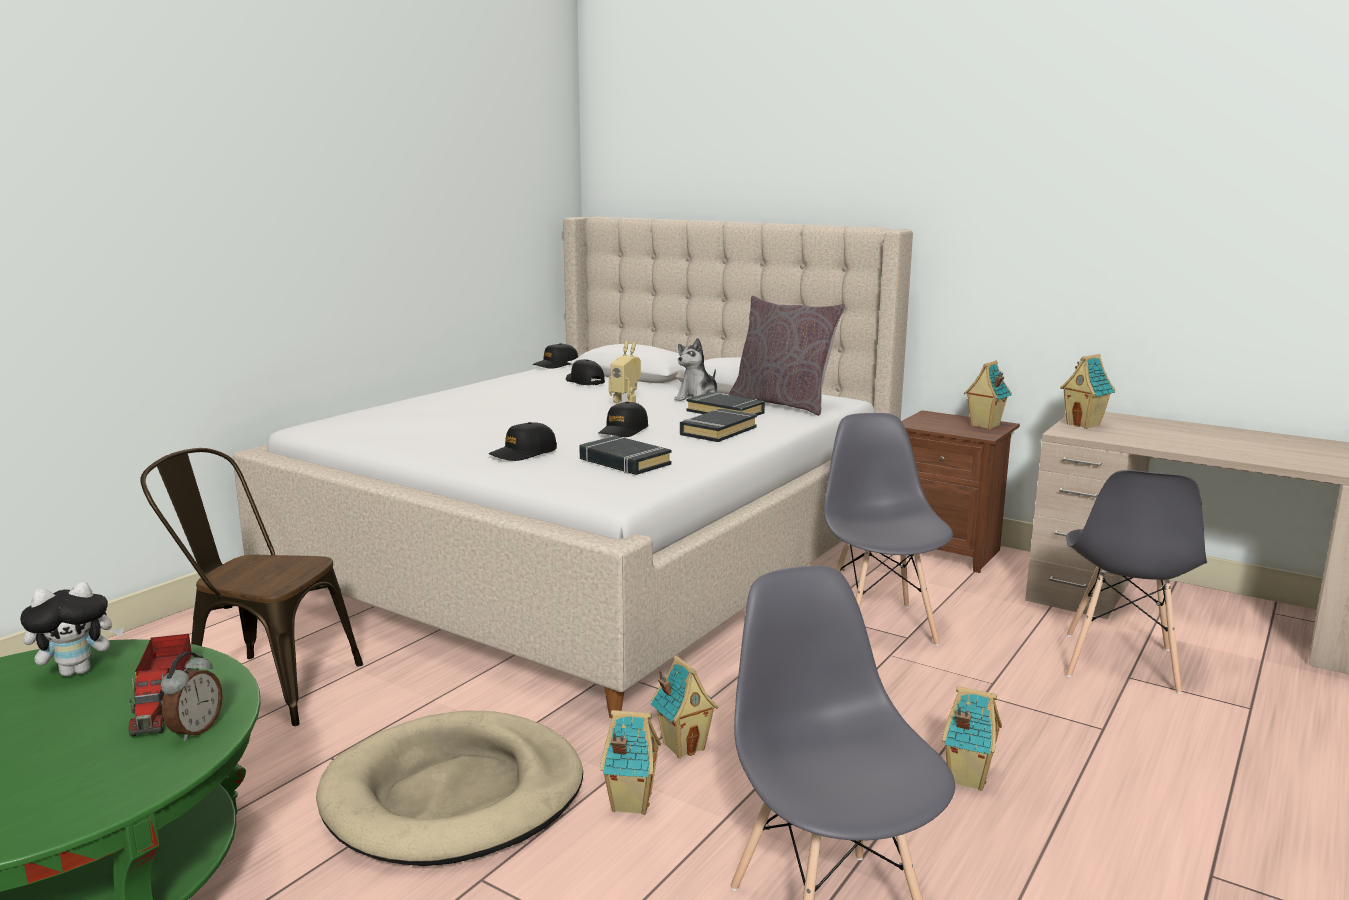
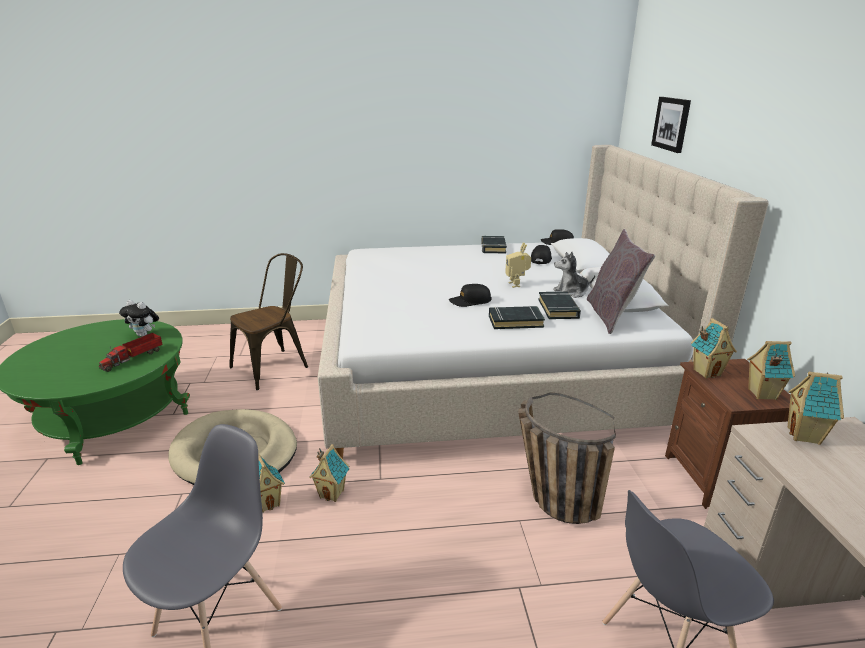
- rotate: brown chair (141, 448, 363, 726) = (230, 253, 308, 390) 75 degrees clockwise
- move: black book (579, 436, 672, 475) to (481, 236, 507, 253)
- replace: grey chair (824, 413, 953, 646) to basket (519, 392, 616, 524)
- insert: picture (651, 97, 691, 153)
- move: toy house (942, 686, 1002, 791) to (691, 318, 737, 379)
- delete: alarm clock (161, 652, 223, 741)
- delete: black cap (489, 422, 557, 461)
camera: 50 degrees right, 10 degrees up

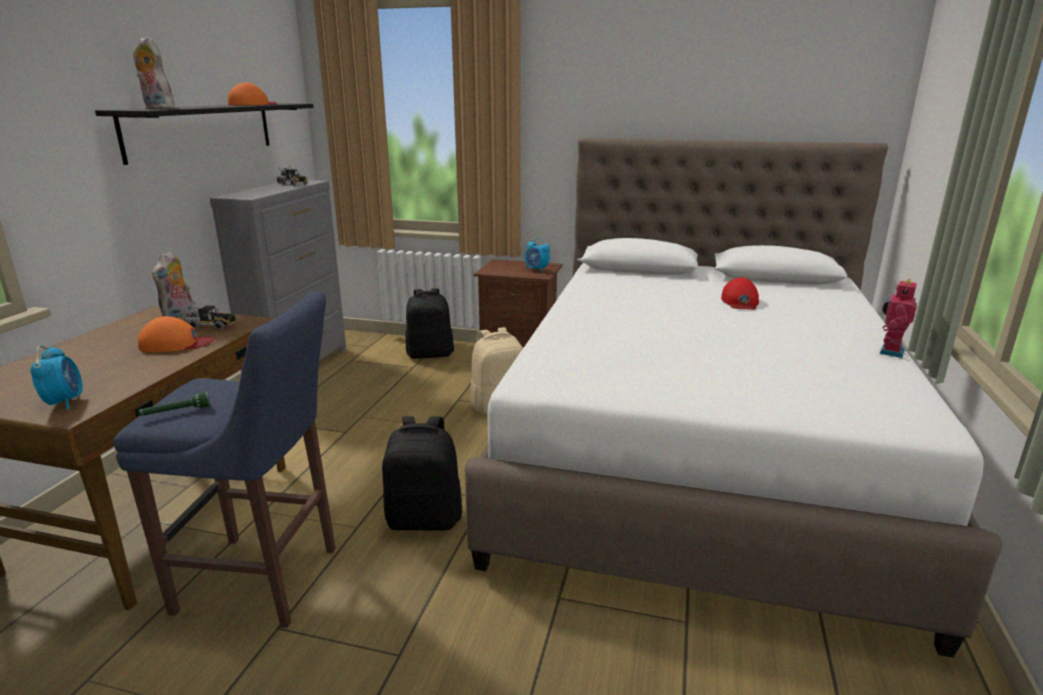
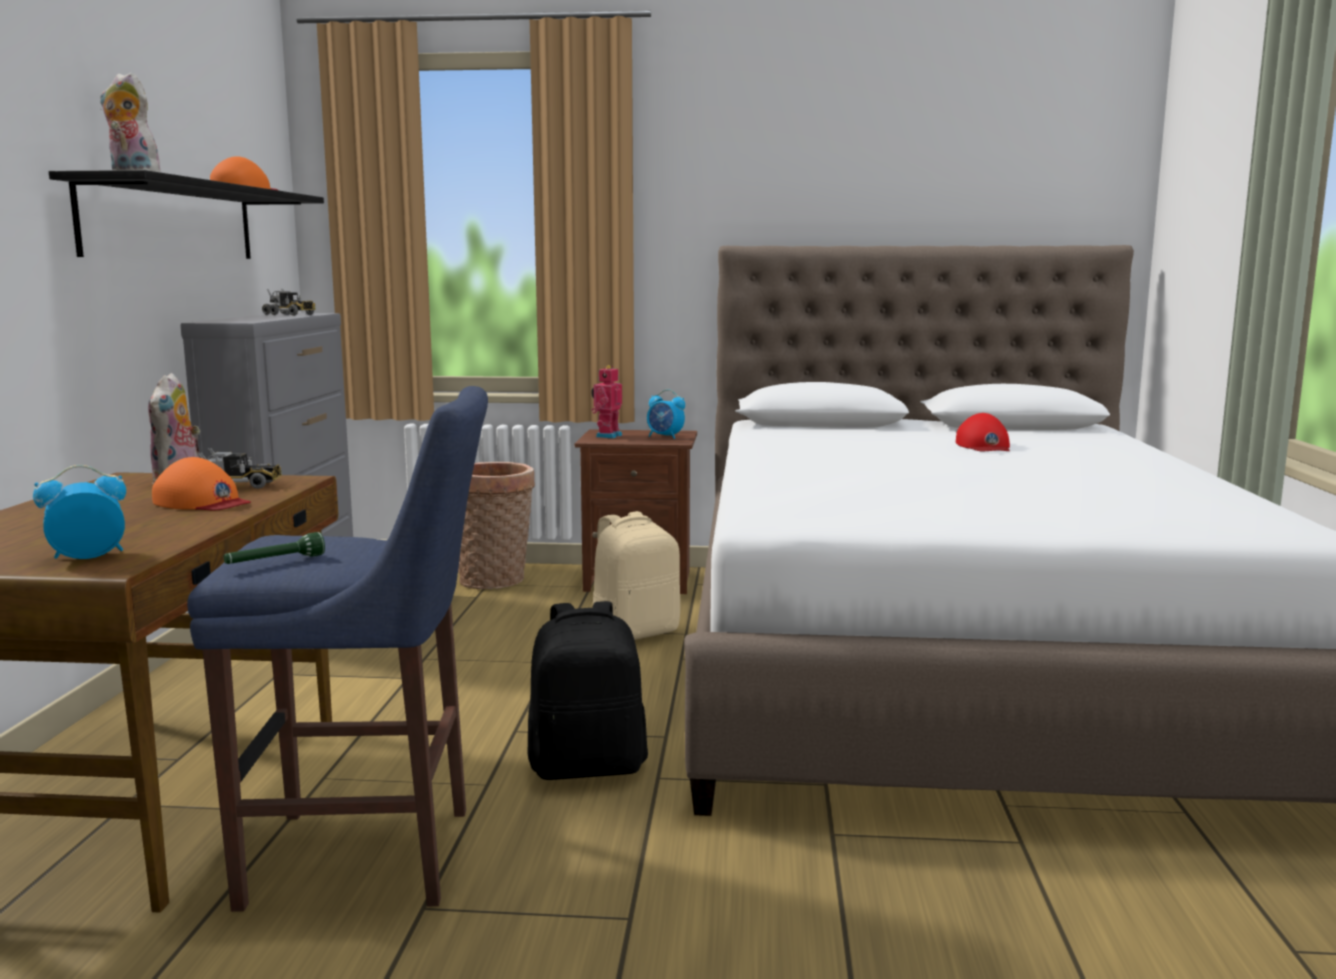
- rotate: alarm clock (30, 345, 83, 410) = (33, 465, 126, 559) 90 degrees counterclockwise
- rotate: orange cap (138, 316, 215, 353) = (152, 457, 251, 510) 45 degrees clockwise
- replace: black backpack (405, 288, 454, 359) to basket (458, 462, 535, 589)
- move: toy robot (879, 279, 917, 358) to (591, 365, 622, 438)
camera: 10 degrees left, 10 degrees down

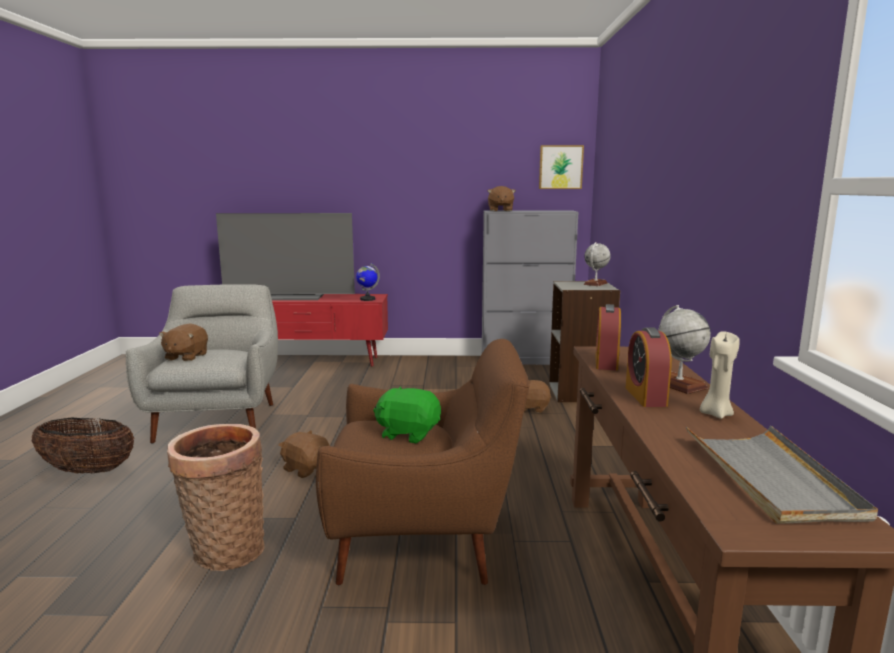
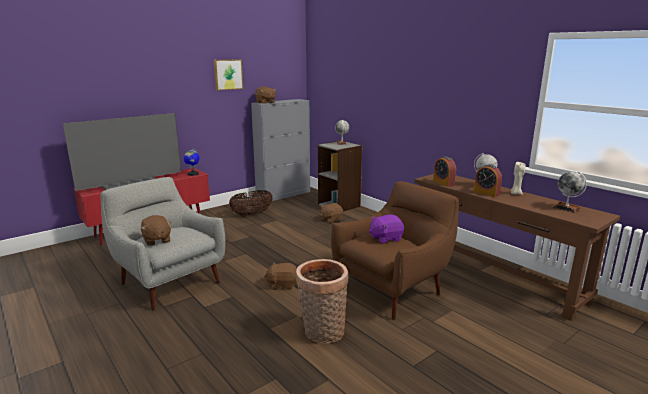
- move: picture (539, 145, 584, 189) to (214, 59, 243, 91)
- move: basket (31, 417, 135, 473) to (229, 190, 273, 215)
- recolor: green plush toy (373, 386, 441, 443) to purple plush toy (369, 215, 404, 244)
- replace: grey tray (686, 426, 878, 524) to globe (552, 172, 587, 213)
camera: 40 degrees left, 5 degrees up

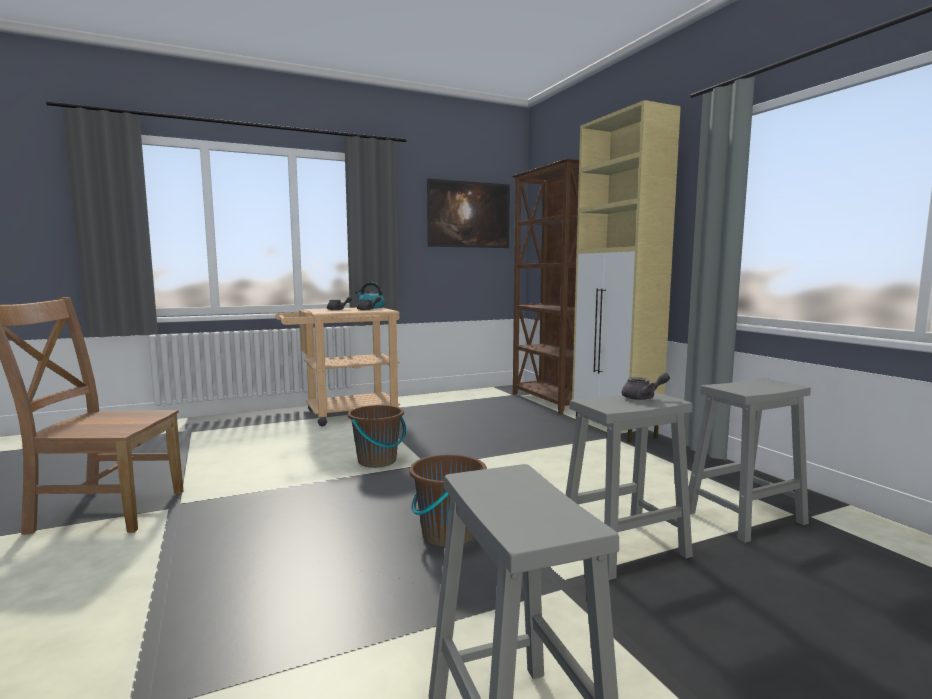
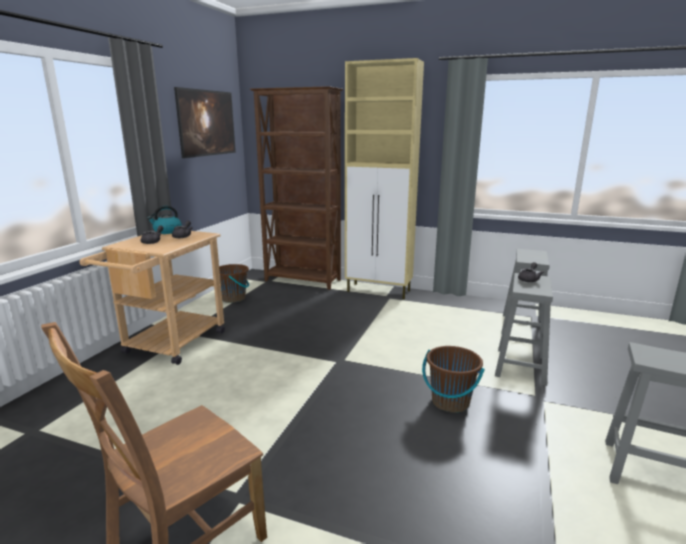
- move: brown bucket (348, 405, 406, 468) to (219, 264, 249, 303)
camera: 45 degrees left, 10 degrees up

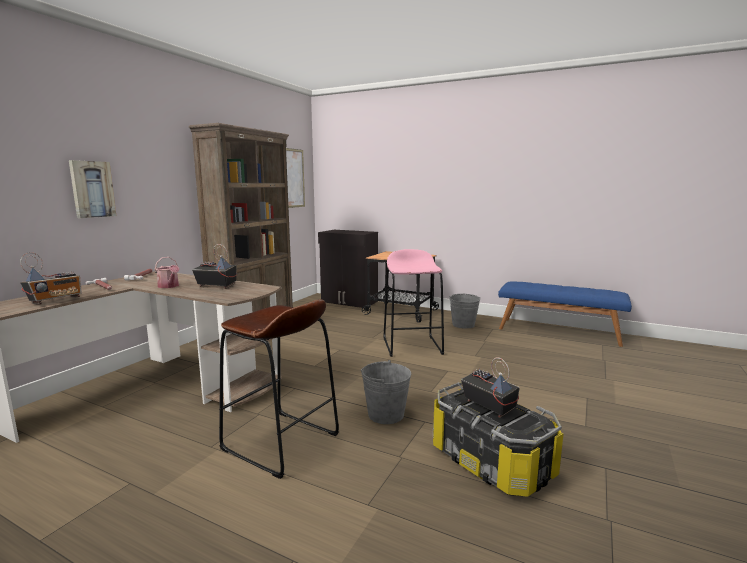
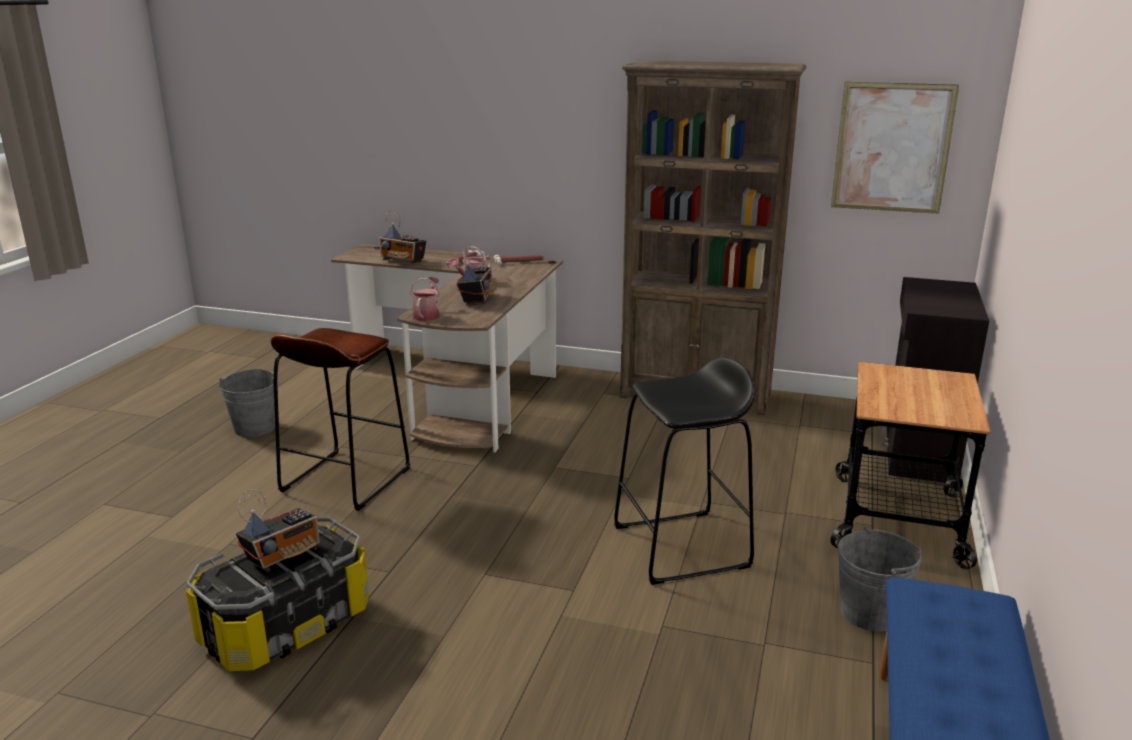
- move: grey bucket (361, 360, 411, 424) to (219, 369, 278, 437)
- insert: watering can (410, 277, 440, 321)
- recolor: pink stool (383, 249, 444, 357) to black stool (614, 357, 755, 585)
- delete: picture (69, 160, 116, 218)
camera: 80 degrees right, 10 degrees up

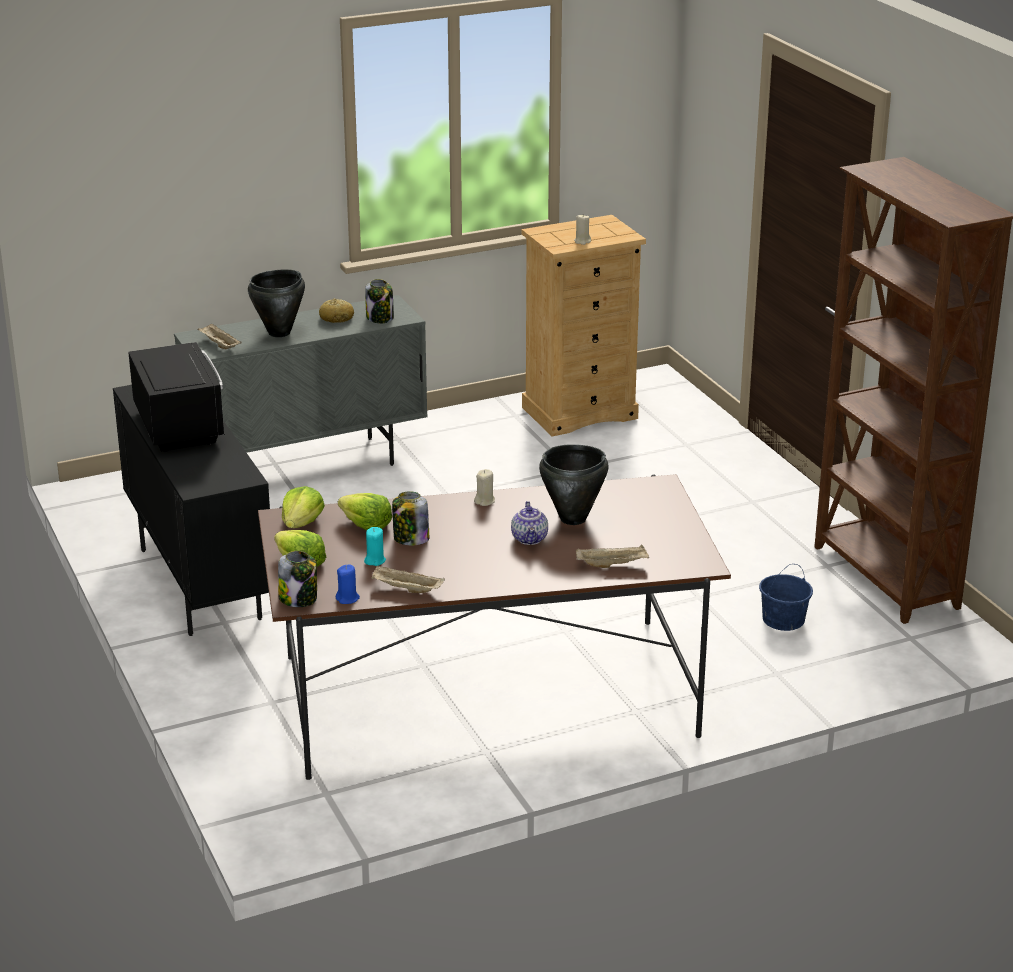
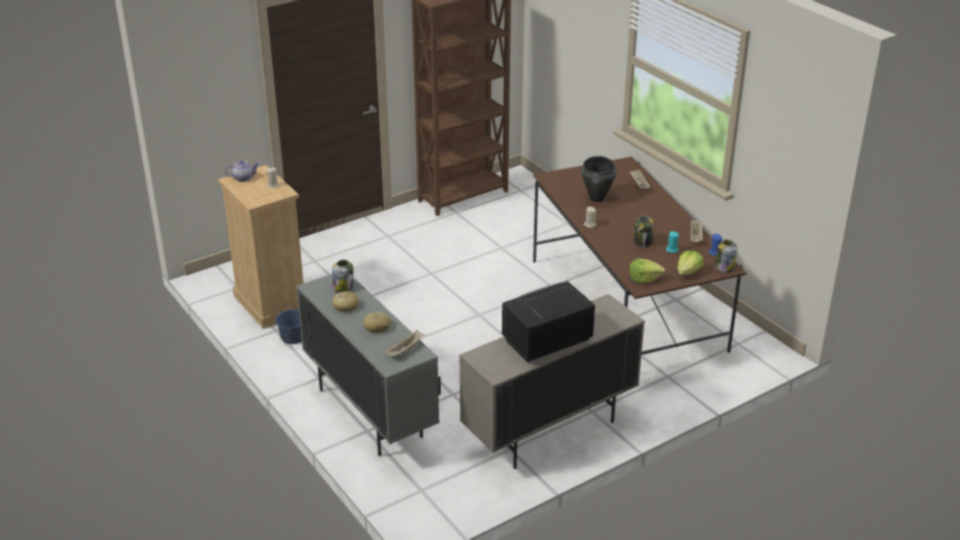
- move: teapot (511, 501, 548, 545) to (225, 160, 259, 182)
- move: blue bucket (759, 564, 813, 631) to (275, 303, 302, 344)
- replace: black cooking pot (248, 269, 305, 337) to bread (364, 312, 391, 333)
- recolor: black cabinet (113, 385, 270, 636) to beige cabinet (459, 294, 645, 469)
- delete: lettuce (338, 493, 392, 530)
camera: 100 degrees left, 5 degrees up

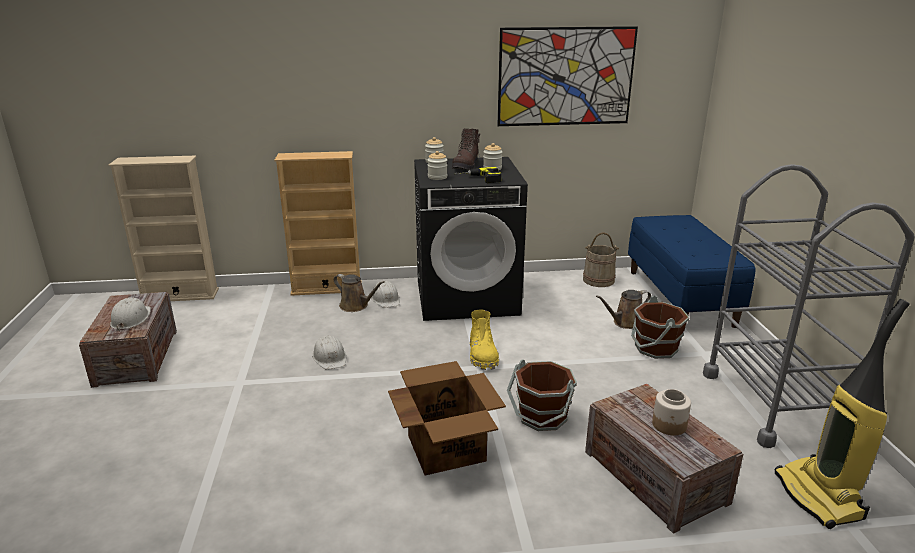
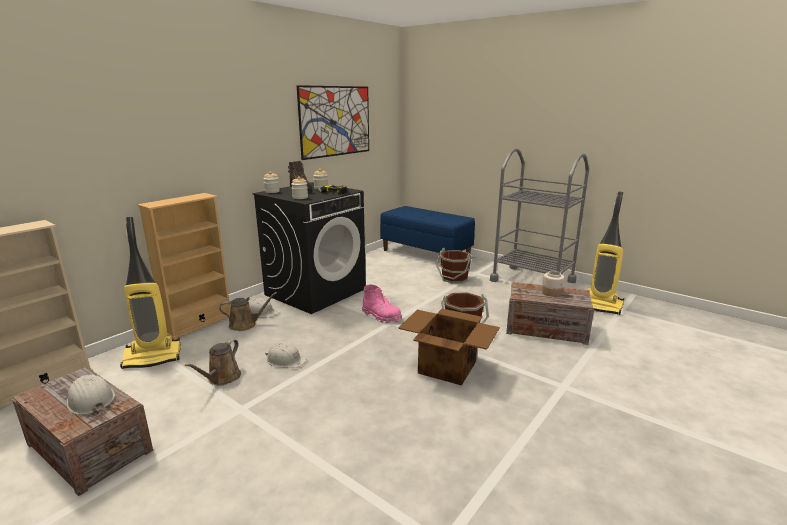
- insert: vacuum cleaner (120, 217, 181, 369)
- move: brown watering can (596, 290, 651, 329) to (185, 339, 241, 386)
- recolor: yellow boot (470, 310, 499, 370) to pink boot (362, 285, 402, 323)
- delete: beige bucket (583, 232, 619, 287)
camera: 45 degrees left, 5 degrees down

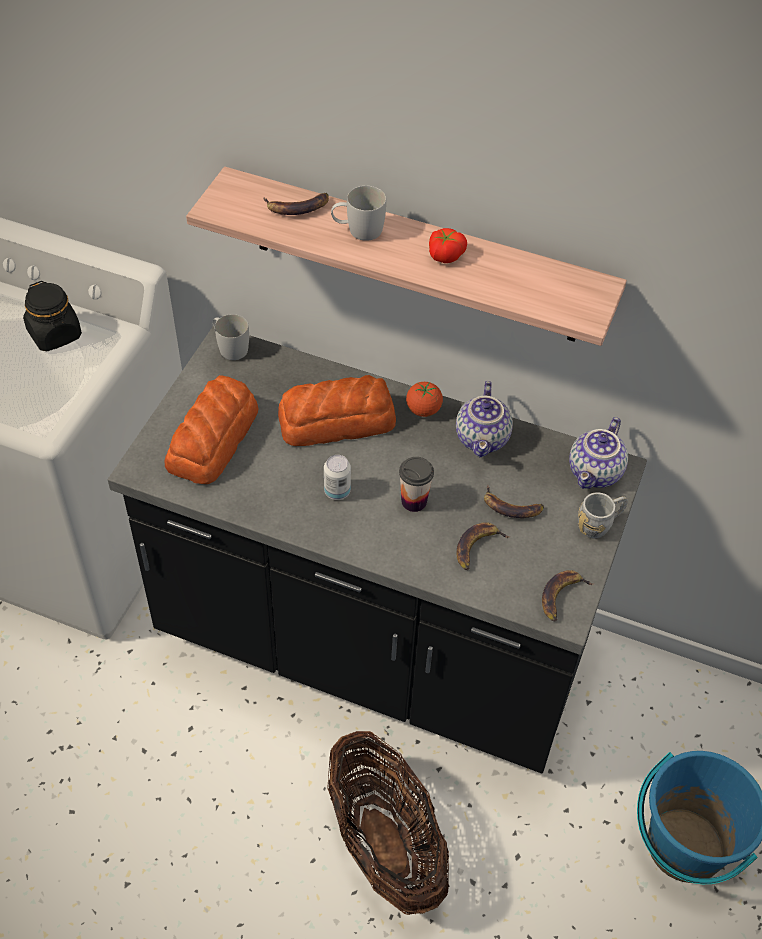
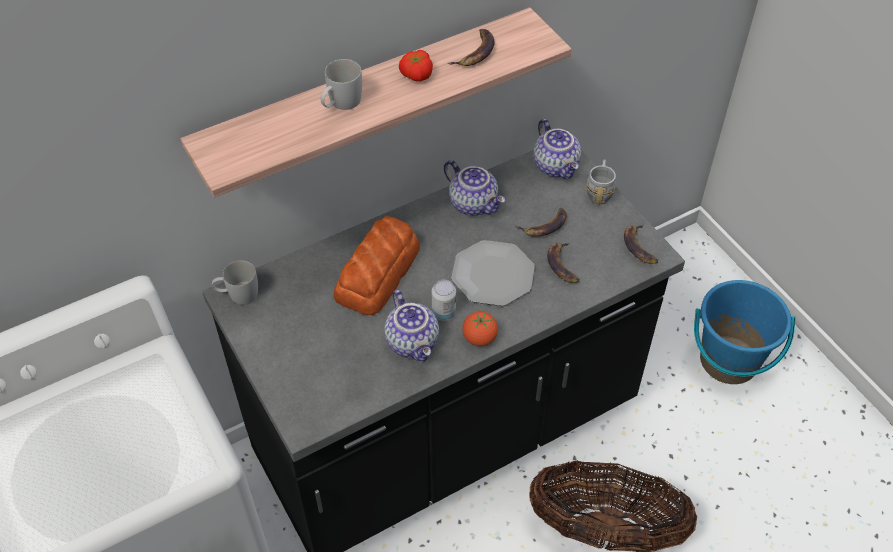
- insert: teapot (384, 289, 439, 362)
- move: banana (263, 193, 329, 215) to (448, 29, 495, 66)
- replace: cup (399, 457, 434, 512) to plate (451, 240, 535, 306)
- move: tomato (406, 382, 443, 417) to (462, 312, 498, 346)
- delete: black jar (23, 281, 82, 351)
- delete: bread (164, 375, 258, 484)
camera: 50 degrees left, 0 degrees up

